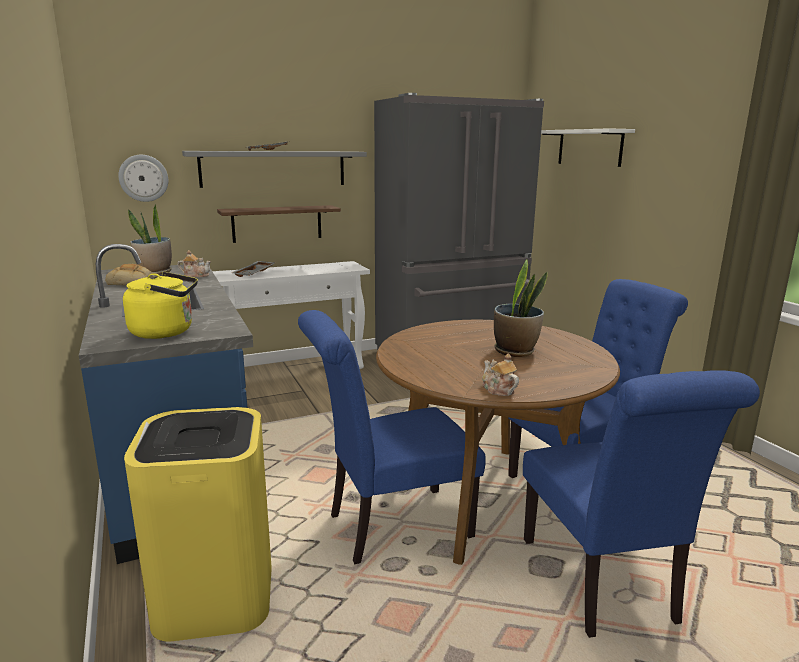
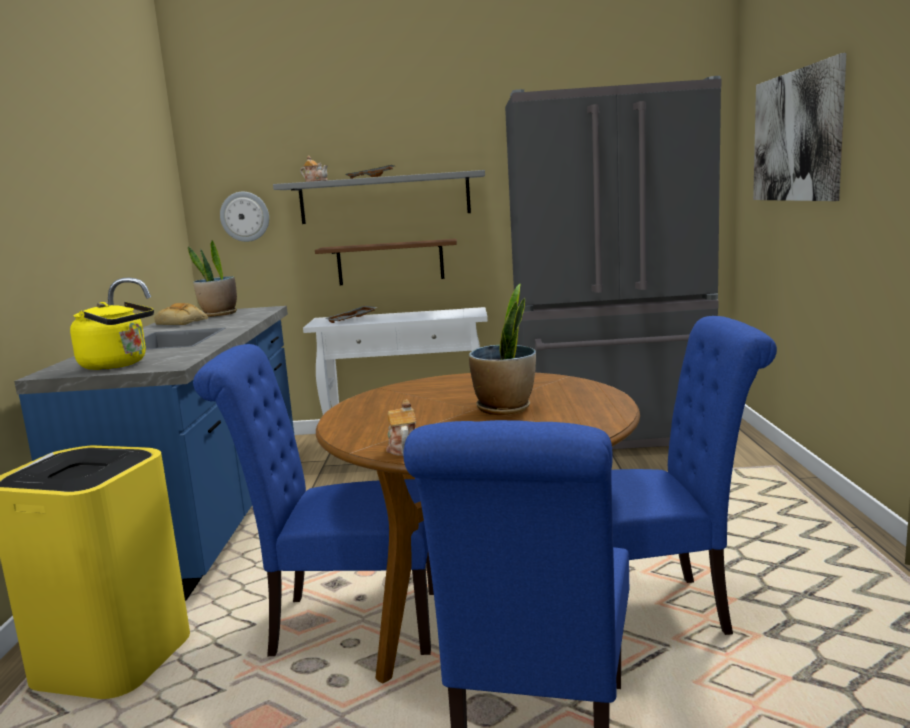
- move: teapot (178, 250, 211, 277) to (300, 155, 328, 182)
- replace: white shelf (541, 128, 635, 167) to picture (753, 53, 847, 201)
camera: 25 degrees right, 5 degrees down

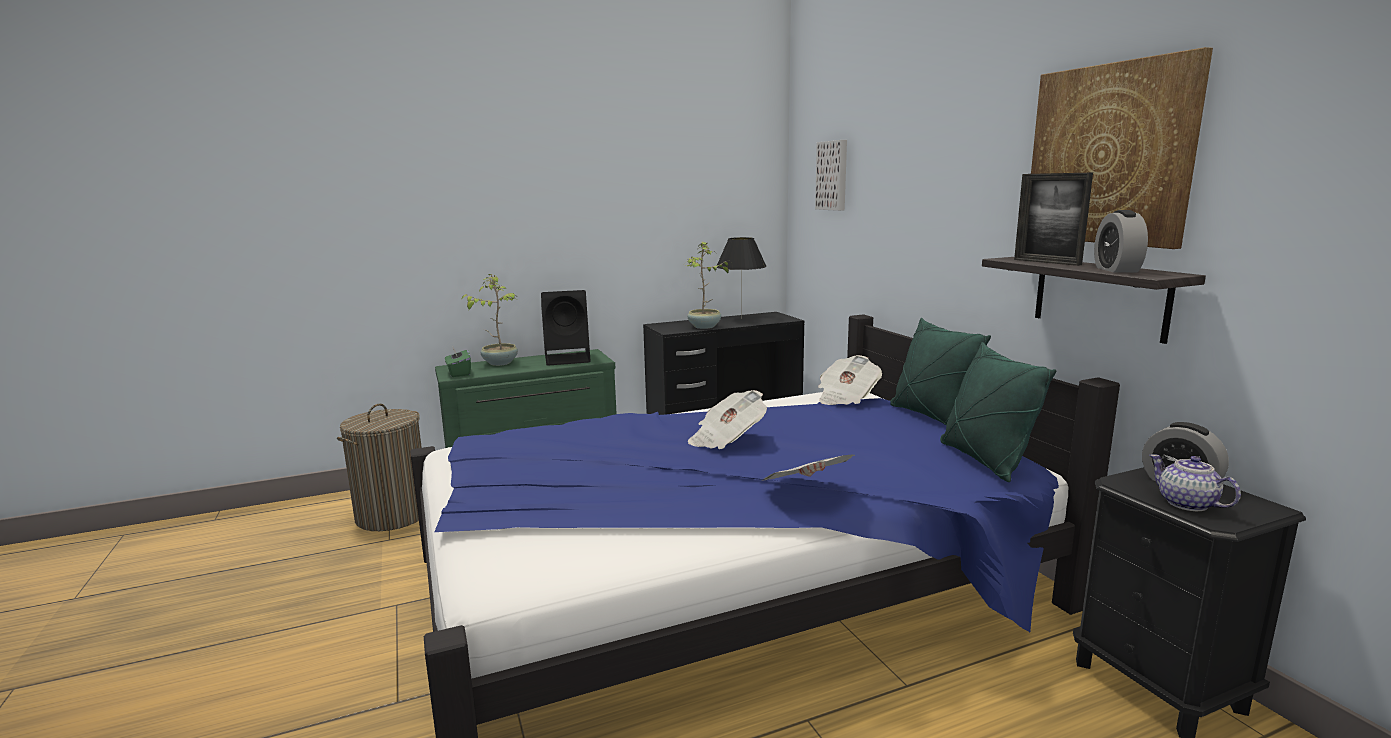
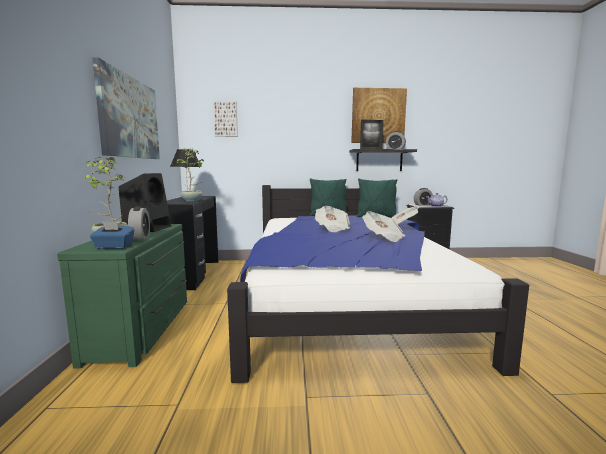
- recolor: green tissue box (445, 345, 471, 377) to blue tissue box (90, 221, 135, 249)
- insert: picture (92, 57, 160, 159)
- insert: alarm clock (128, 206, 150, 240)
- move: newspaper (818, 355, 882, 405) to (362, 211, 405, 242)
- delete: laundry basket (337, 403, 422, 531)
camera: 70 degrees left, 5 degrees down

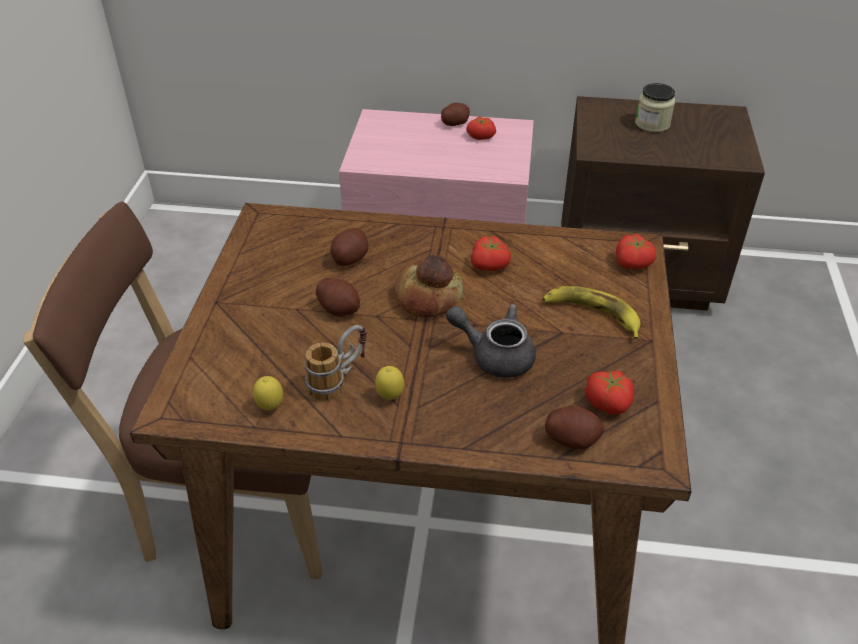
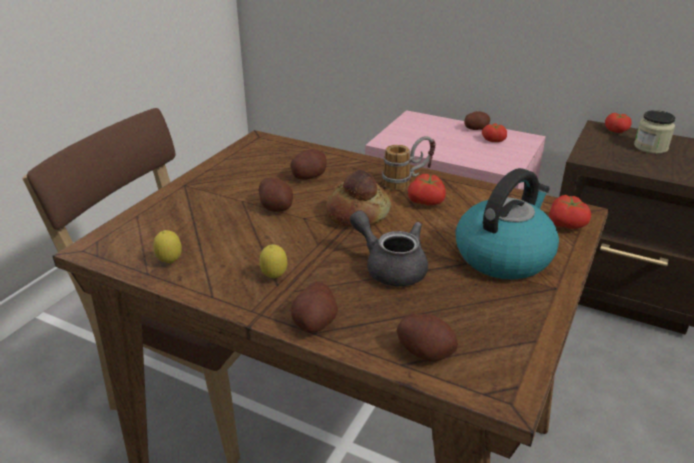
- insert: potato (291, 282, 338, 333)
- move: mug (304, 325, 367, 401) to (382, 136, 436, 190)
- replace: banana (542, 286, 640, 339) to kettle (456, 168, 559, 280)
- move: tomato (585, 371, 634, 415) to (605, 113, 632, 133)
camera: 20 degrees right, 10 degrees down

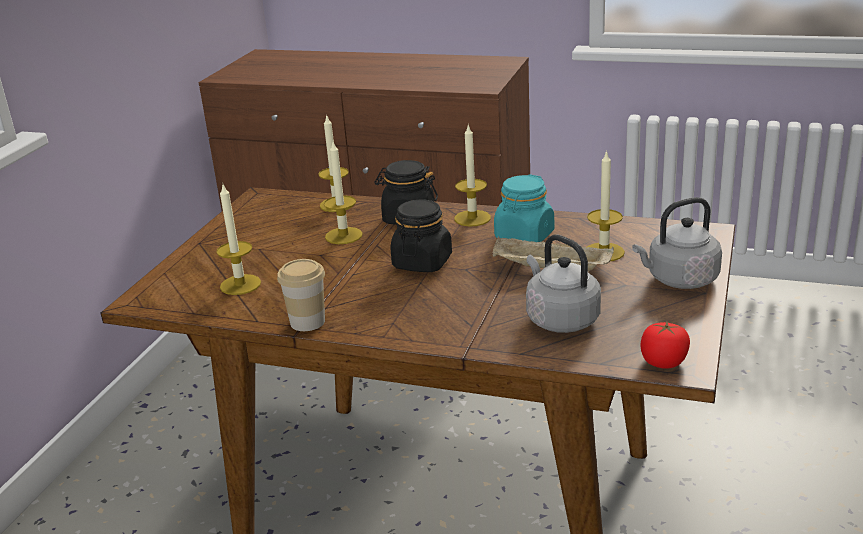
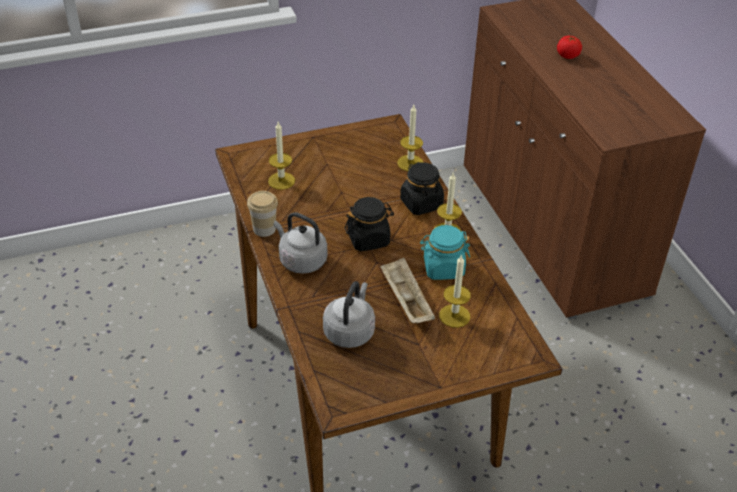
- move: grey kettle (632, 197, 722, 289) to (274, 212, 327, 274)
- move: tomato (641, 322, 690, 369) to (557, 36, 582, 59)
- delete: candle (324, 142, 363, 244)
camera: 50 degrees right, 15 degrees up

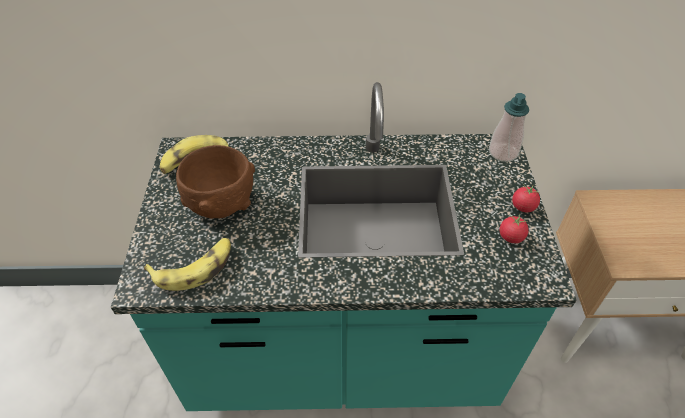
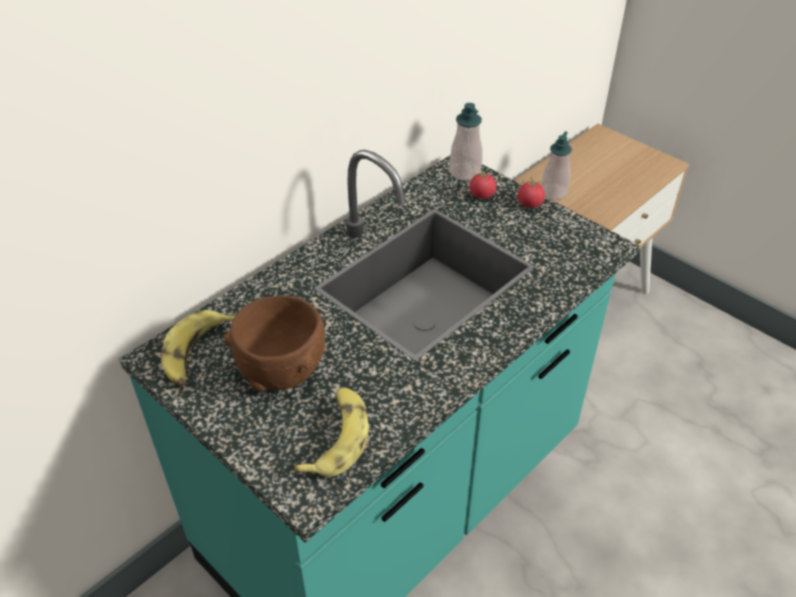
- move: tomato (500, 214, 529, 243) to (469, 168, 496, 199)
- insert: soap dispenser (541, 132, 572, 200)
camera: 45 degrees left, 5 degrees down

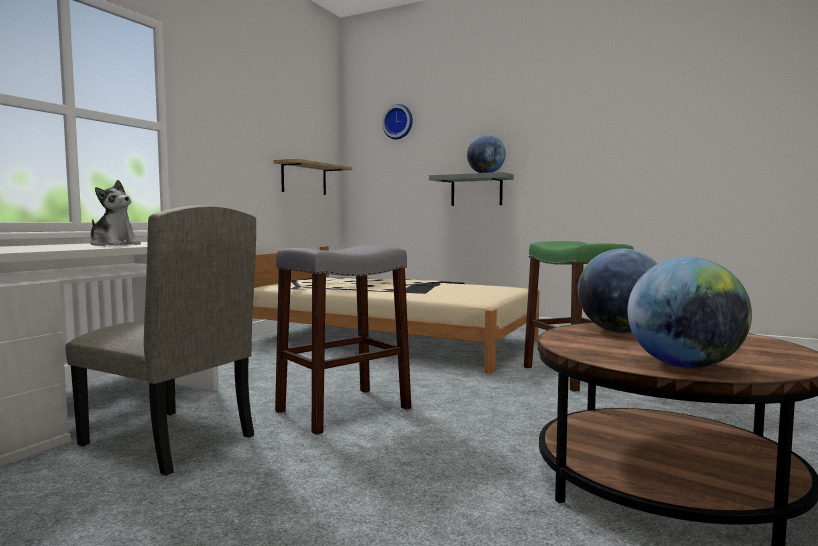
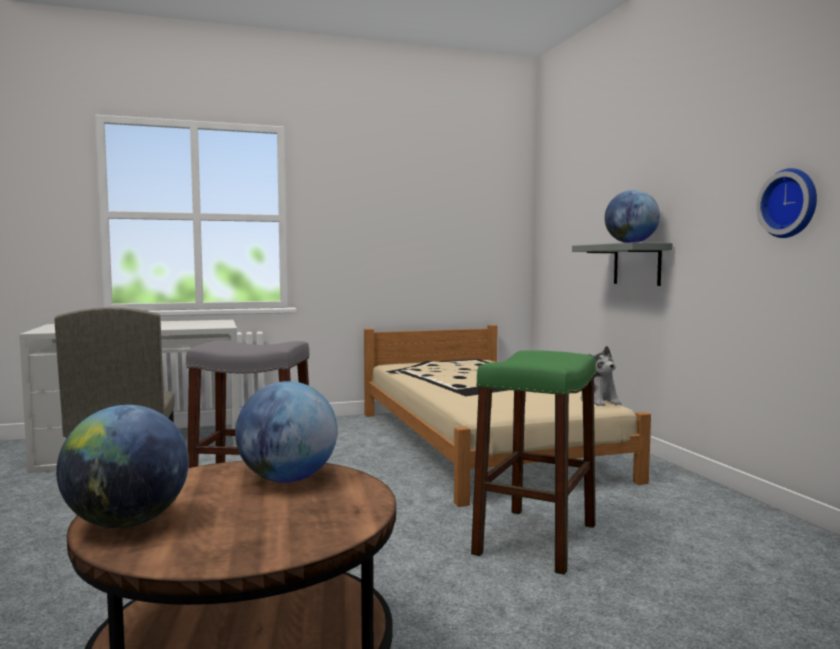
- move: plush toy (90, 180, 141, 246) to (581, 346, 622, 406)
- move: wall clock (382, 104, 413, 139) to (756, 168, 817, 238)
- delete: shelf (274, 158, 352, 195)
camera: 45 degrees right, 0 degrees up

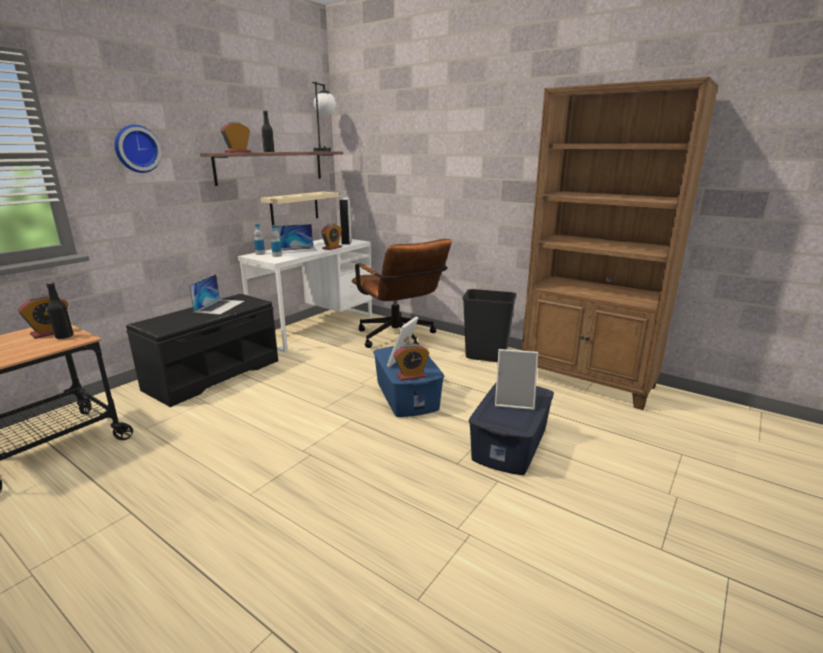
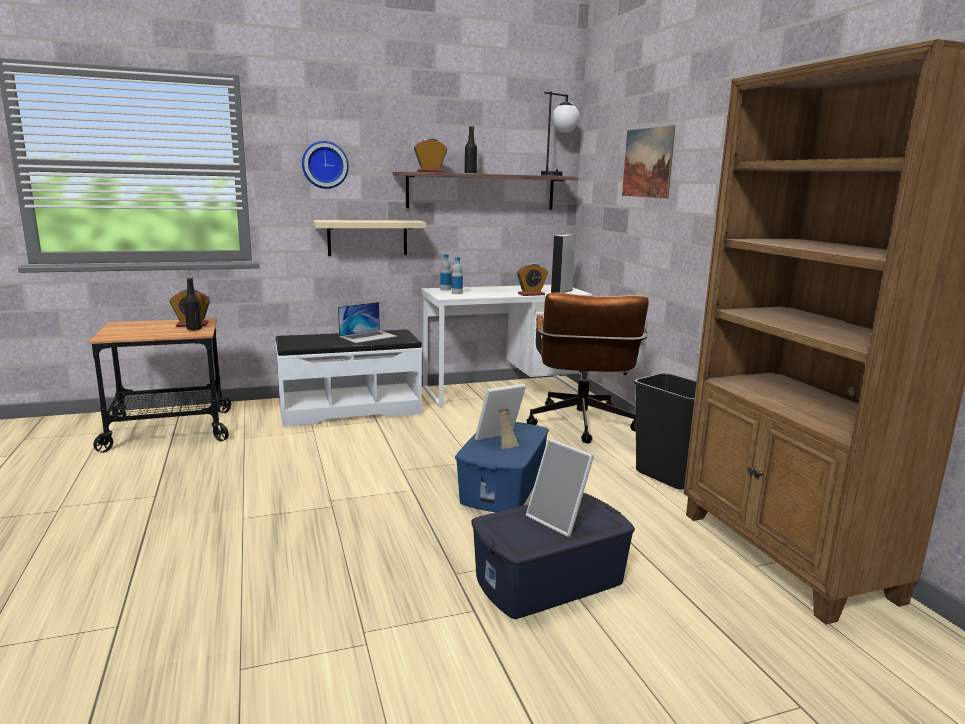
- recolor: black bench (126, 294, 278, 407) to white bench (275, 329, 422, 427)
- move: beige shelf (261, 192, 339, 225) to (313, 220, 426, 256)
- insert: picture (622, 125, 676, 198)
- delete: laptop (277, 224, 318, 253)
- delete: alarm clock (394, 343, 429, 381)
camera: 35 degrees right, 5 degrees down

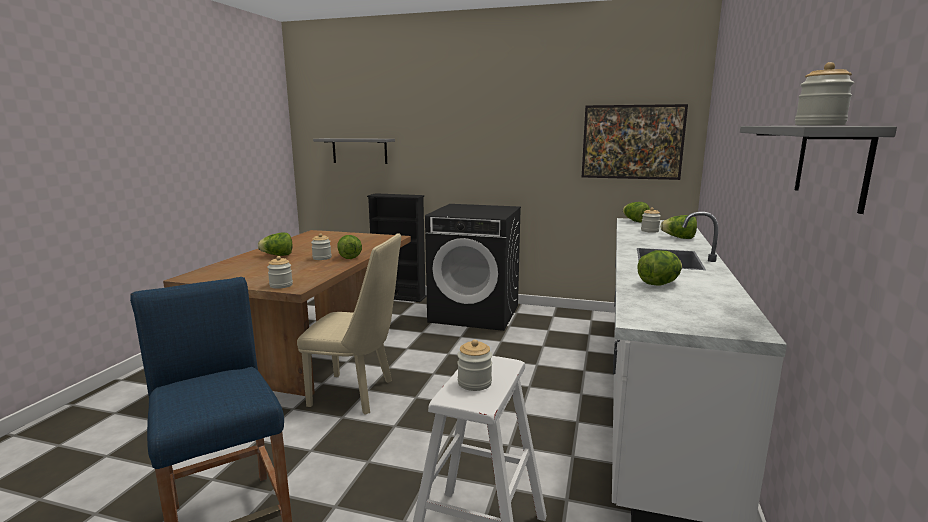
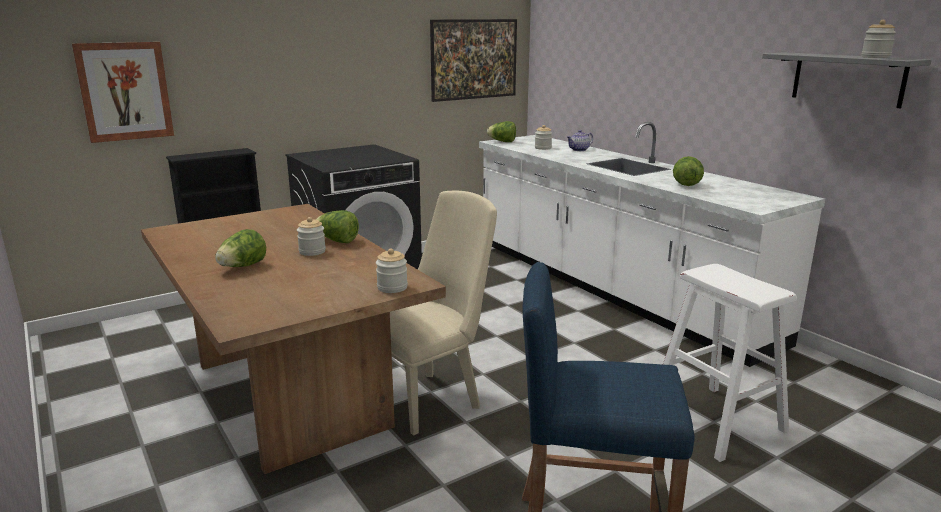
- replace: grey shelf (313, 138, 395, 164) to picture (72, 42, 174, 143)
- replace: lettuce (660, 215, 697, 239) to teapot (567, 130, 593, 151)
- delete: jar (457, 339, 492, 391)
camera: 50 degrees left, 5 degrees up

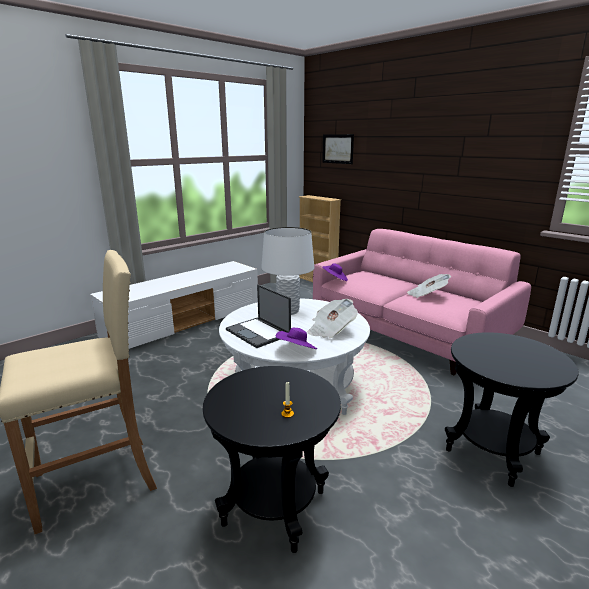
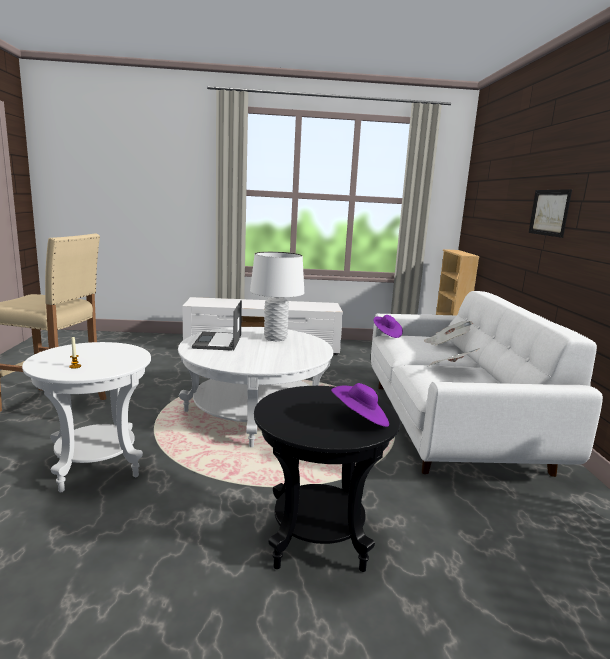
- recolor: black side table (203, 366, 341, 553) to white side table (22, 342, 151, 492)
- move: purple hat (276, 328, 317, 349) to (331, 383, 389, 427)
- recolor: pink sofa (313, 229, 531, 375) to white sofa (371, 291, 603, 477)
- move: newspaper (308, 299, 358, 338) to (424, 321, 473, 345)
- move: picture (322, 134, 354, 164) to (529, 189, 572, 238)
camera: 40 degrees right, 5 degrees down

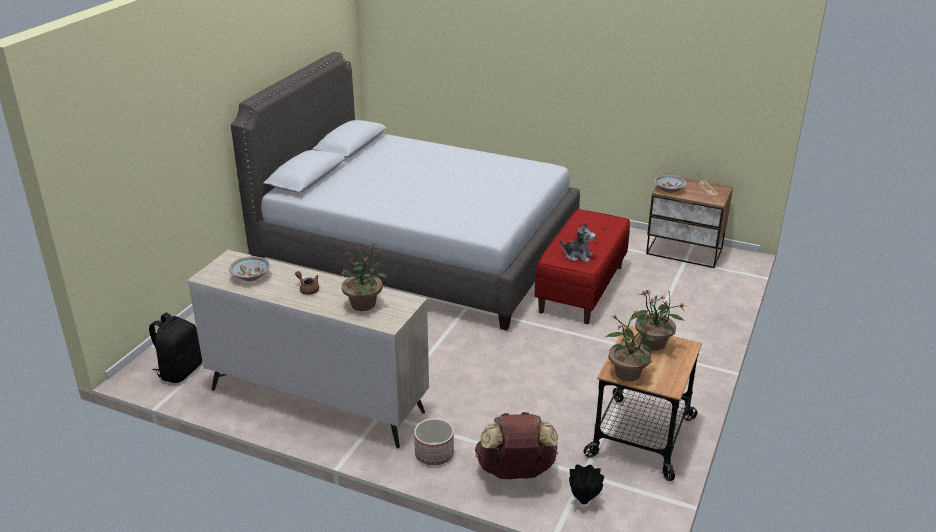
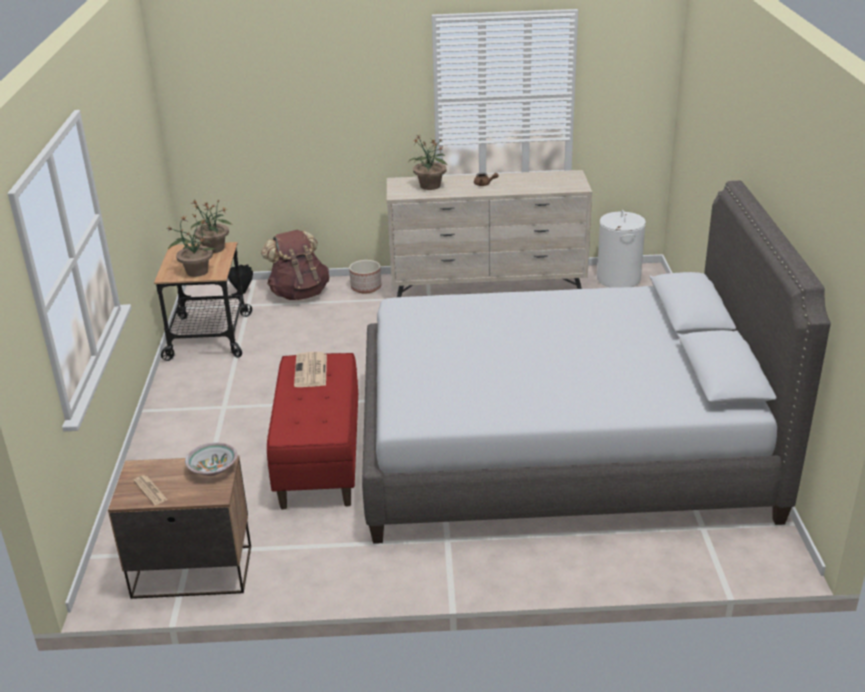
- replace: plush toy (559, 222, 596, 262) to newspaper (294, 352, 327, 387)
- replace: black backpack (149, 313, 202, 383) to white laundry basket (597, 210, 646, 288)
- delete: bowl (229, 256, 271, 281)
camera: 155 degrees right, 0 degrees up

